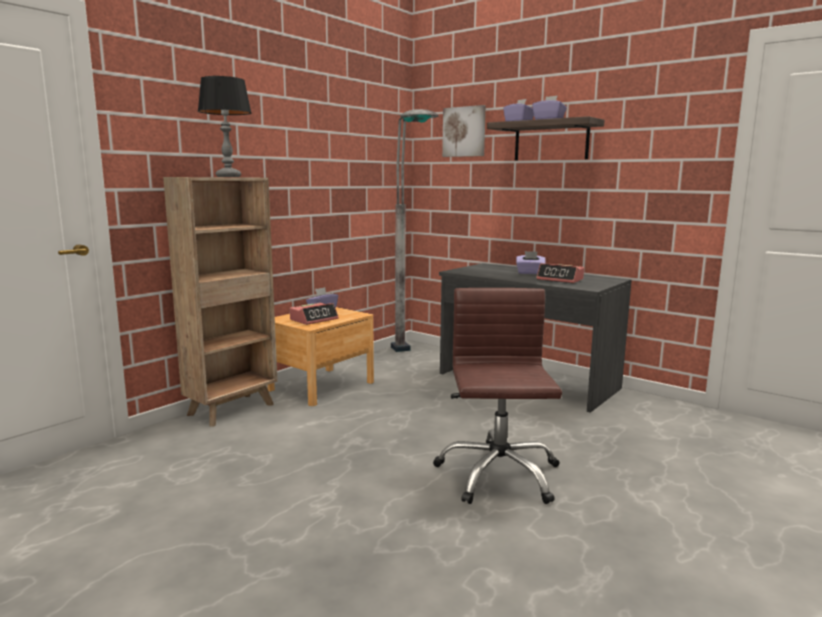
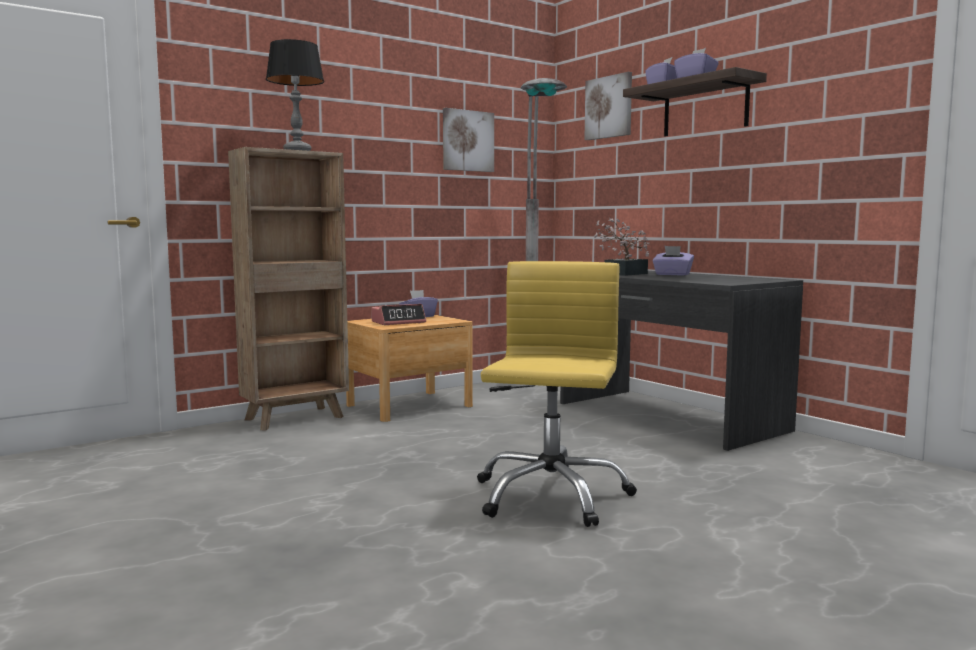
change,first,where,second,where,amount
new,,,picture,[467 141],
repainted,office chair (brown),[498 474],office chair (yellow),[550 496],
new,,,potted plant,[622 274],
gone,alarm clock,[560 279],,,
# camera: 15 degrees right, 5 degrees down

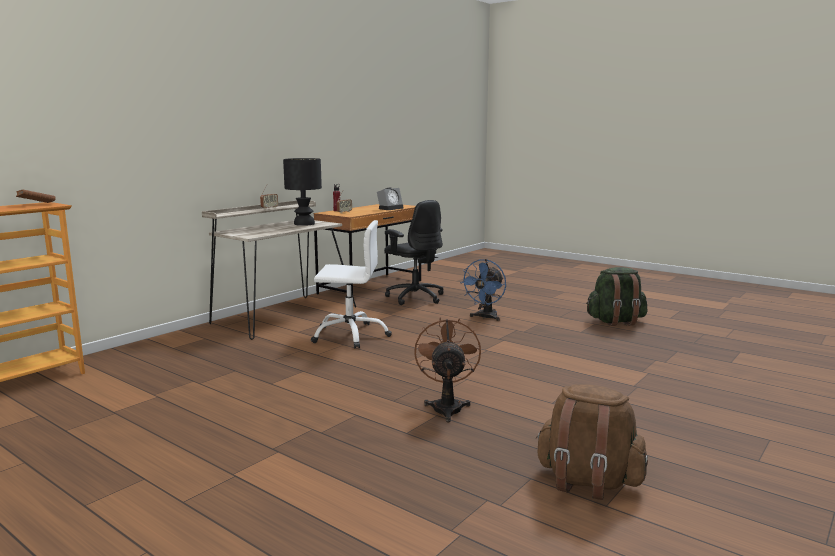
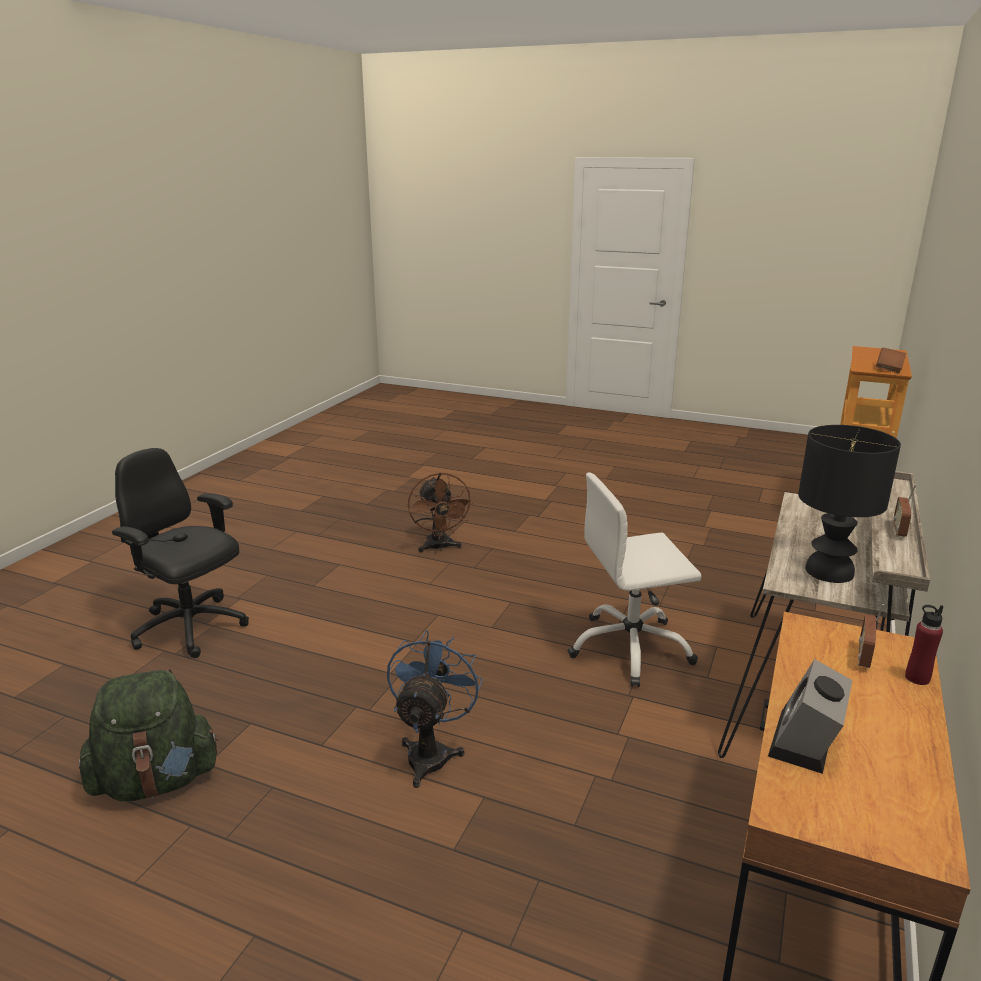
change,first,where,second,where,amount
shifted,office chair (black),[415 297],,[191 629],
gone,backpack (brown),[587 482],,,
# camera: 165 degrees right, 10 degrees up

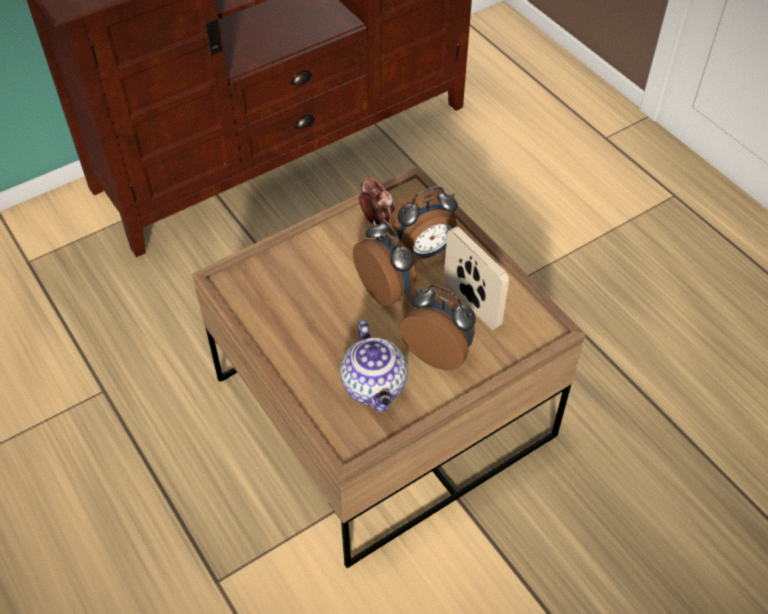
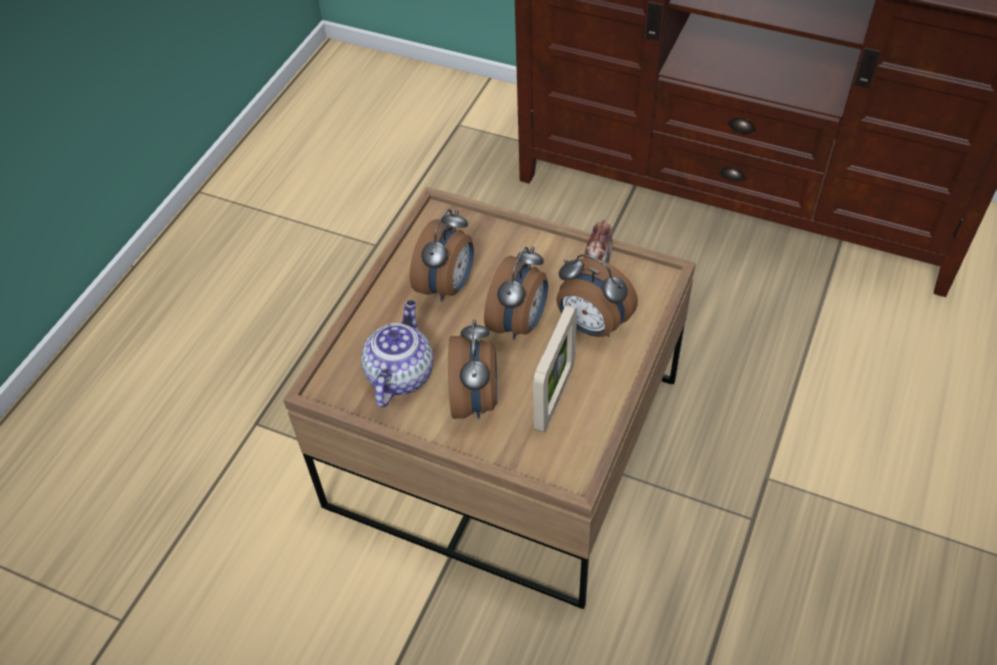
change,first,where,second,where,amount
rotated,teapot,[375 387],,[400 374],150 degrees clockwise
new,,,alarm clock,[447 286],
# camera: 60 degrees right, 0 degrees up

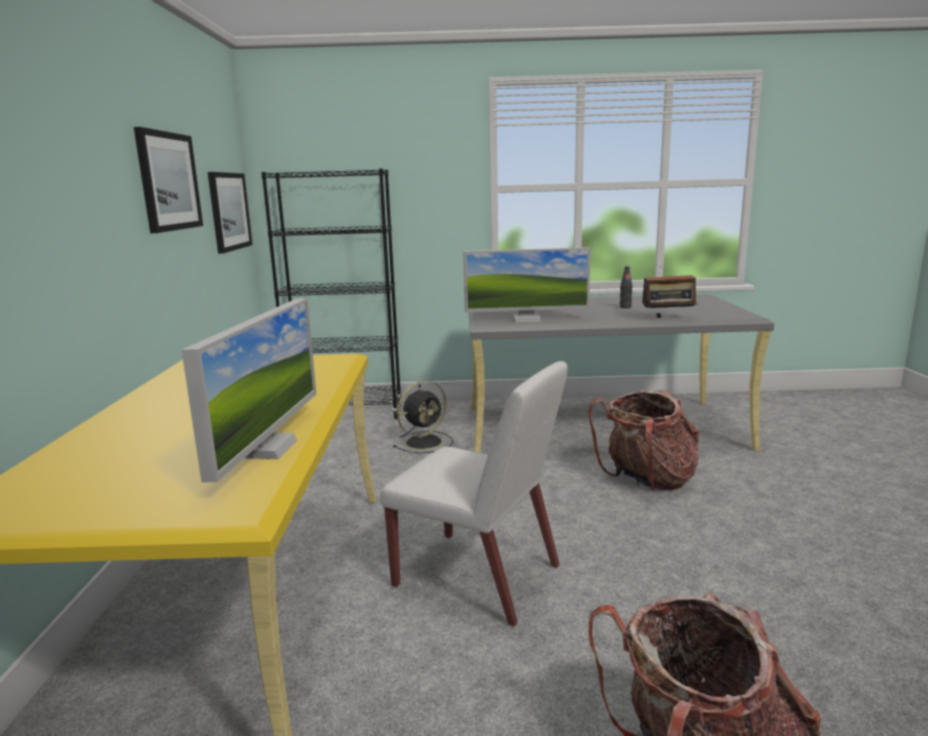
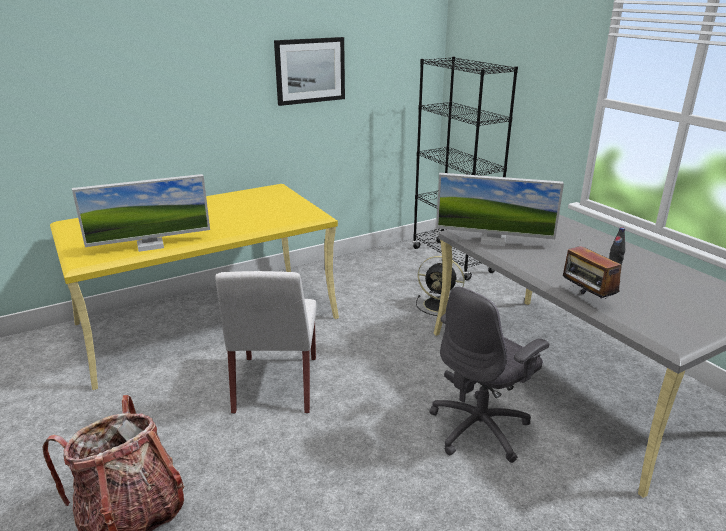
change,first,where,second,where,amount
swapped,backpack,[647 481],office chair (grey),[480 428],
rotated,monitor,[526 319],,[493 241],45 degrees counterclockwise
gone,picture,[229 211],,,
# camera: 60 degrees right, 10 degrees up

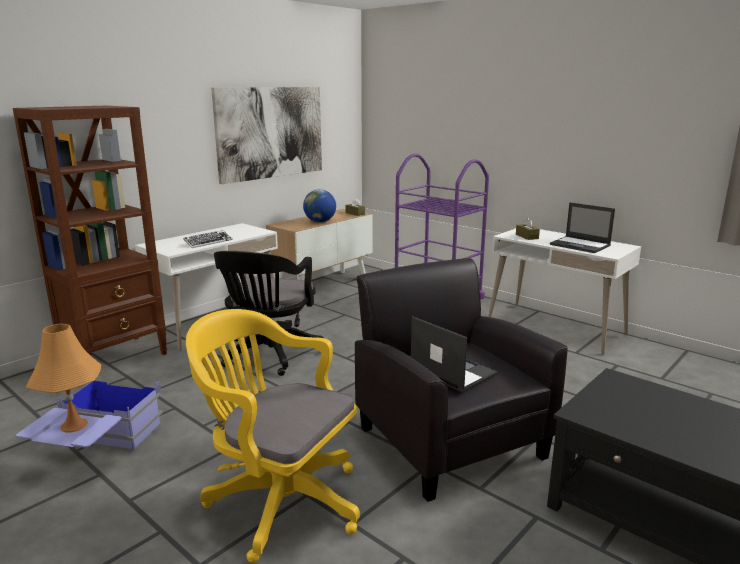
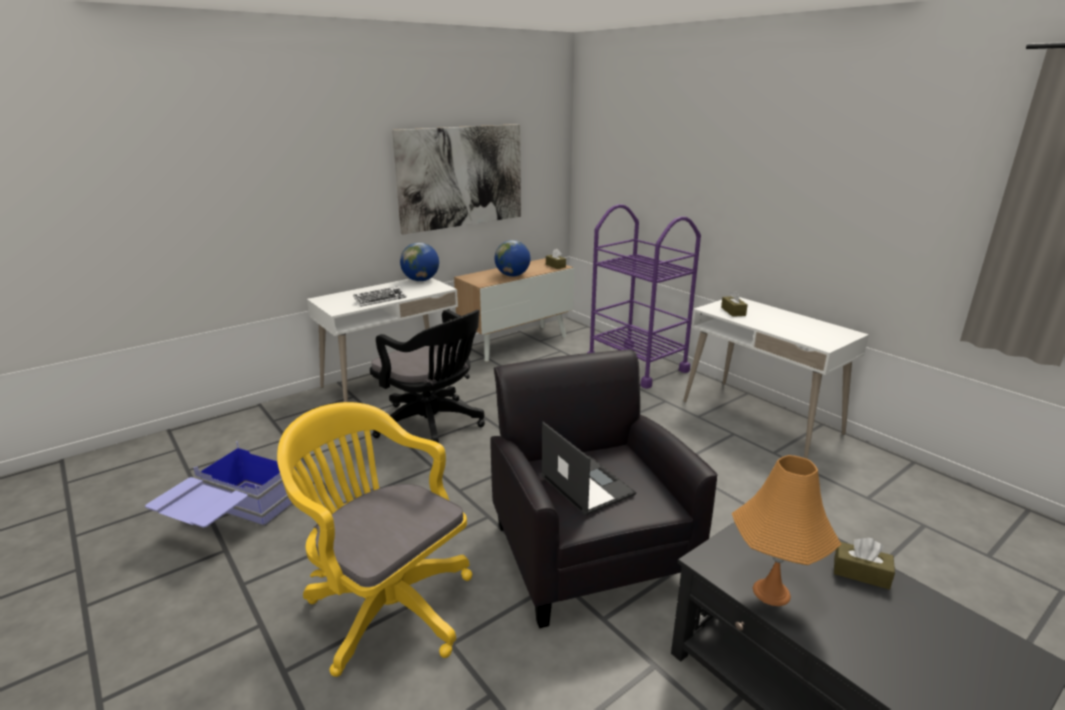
change,first,where,second,where,amount
rotated,office chair (black),[269 355],,[433 426],75 degrees counterclockwise
new,,,globe,[421 280],
shifted,table lamp (orange),[74 425],,[771 592],
new,,,tissue box (brown),[861 573],
gone,bookcase (brown),[116 357],,,
gone,laptop,[580 245],,,
# camera: 10 degrees right, 5 degrees up

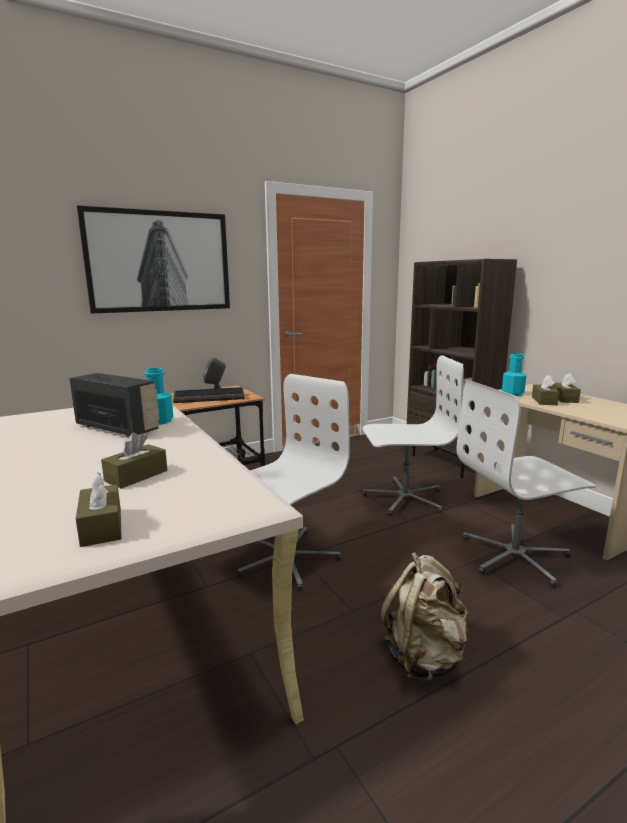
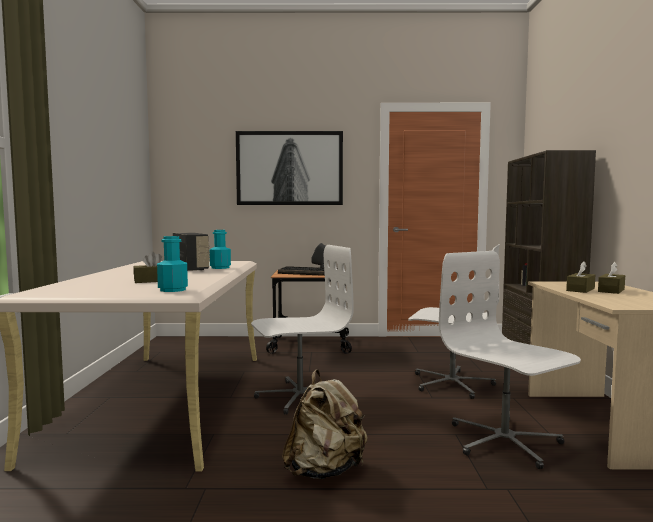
change,first,where,second,where,amount
shifted,bottle (turquoise),[512 393],,[173 290],
rotated,office chair (white),[515 556],,[504 441],45 degrees clockwise
gone,tissue box (brown),[101 527],,,
# camera: 30 degrees right, 10 degrees down

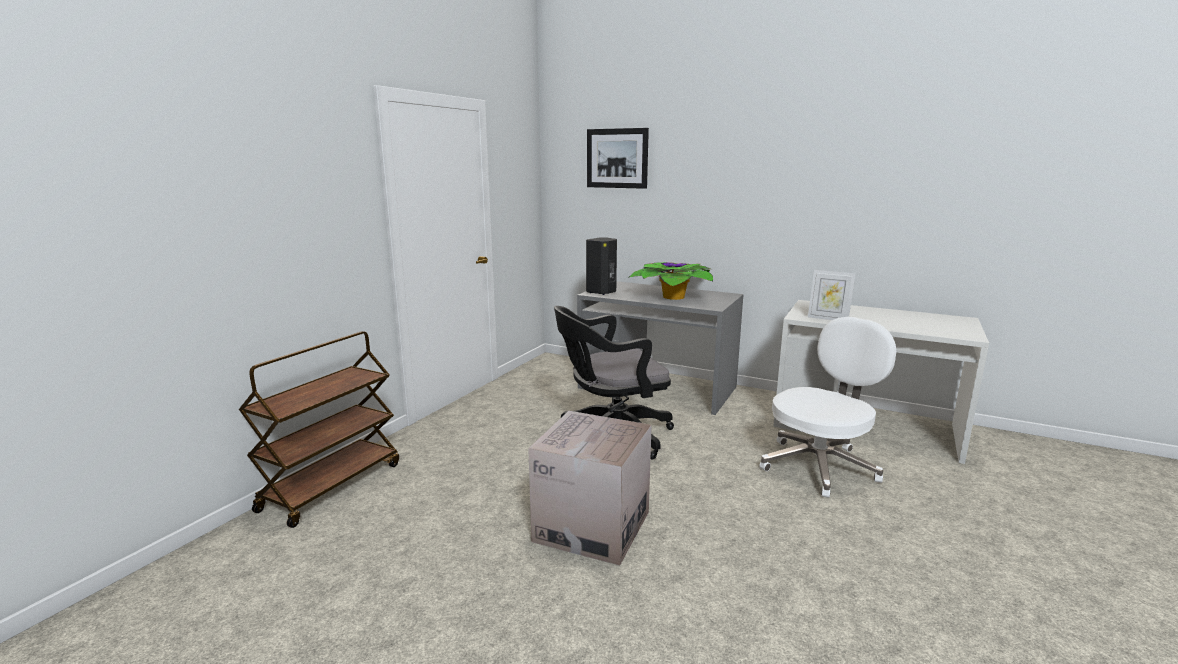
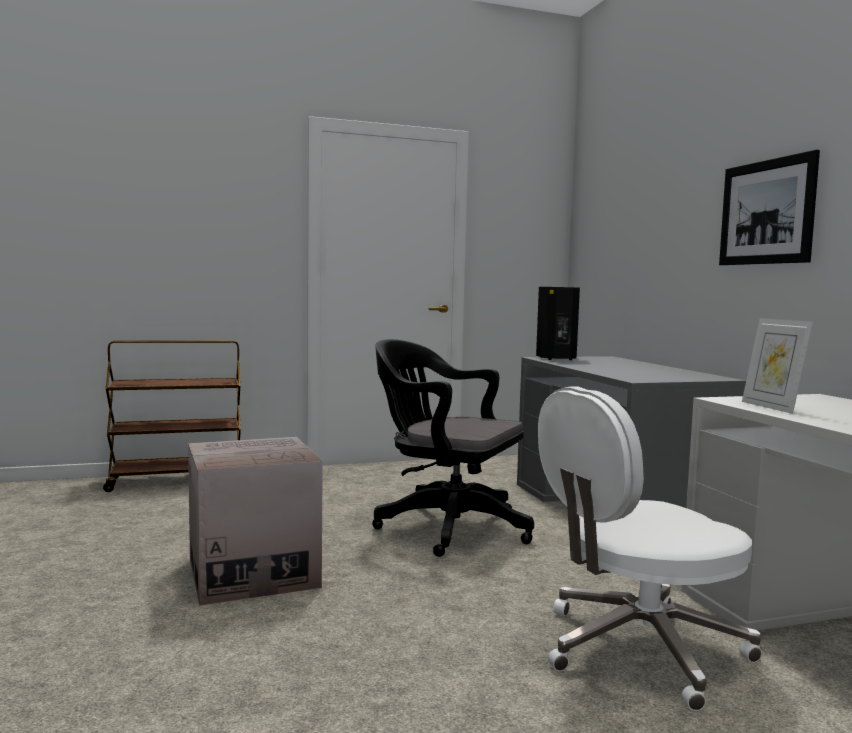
change,first,where,second,where,amount
rotated,office chair (white),[819 466],,[638 649],150 degrees clockwise
shifted,picture,[617 158],,[766 212],
gone,potted plant,[673 296],,,
# camera: 45 degrees right, 10 degrees down

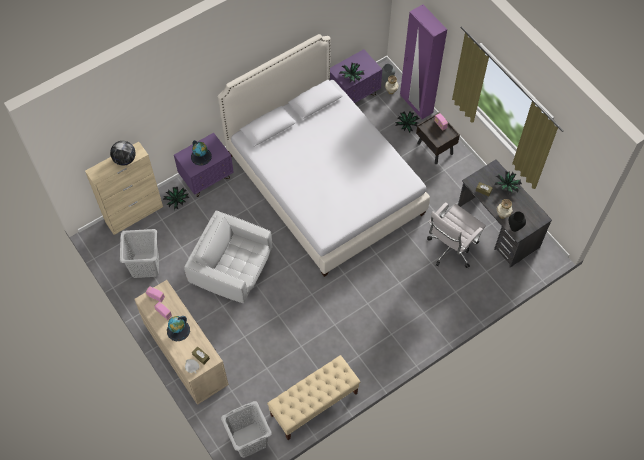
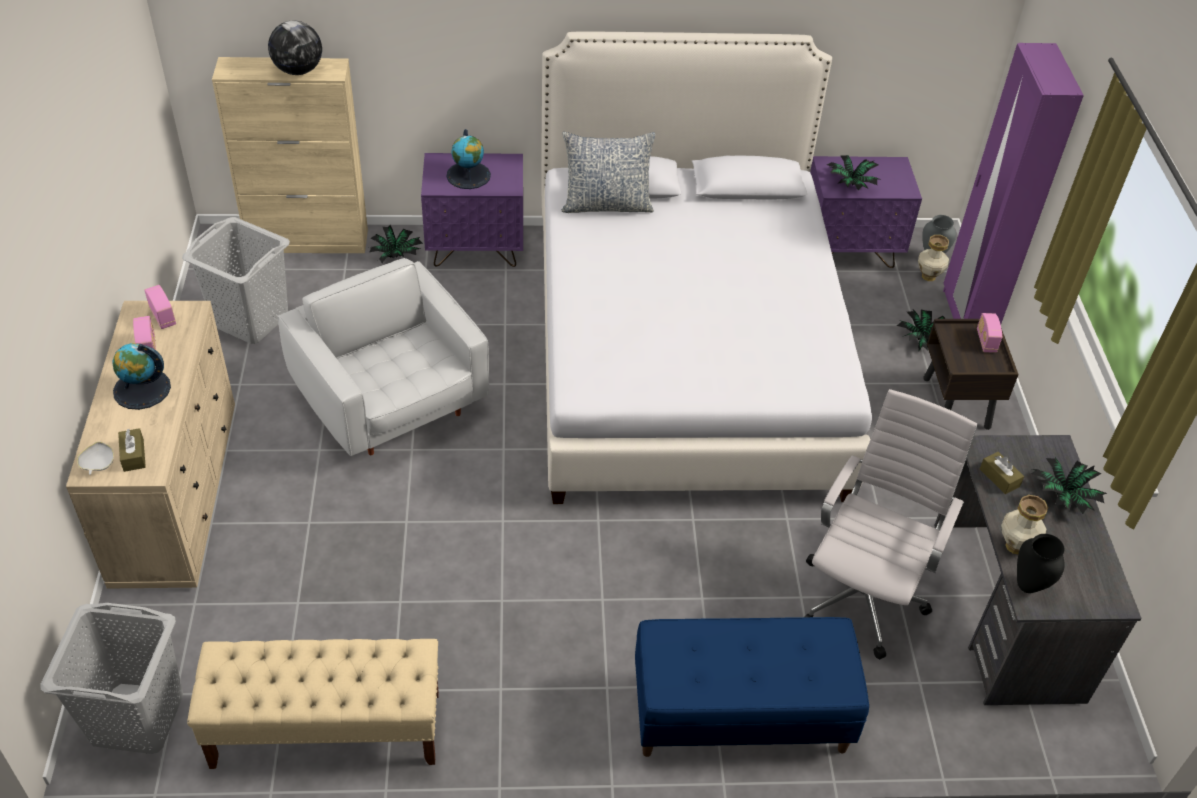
change,first,where,second,where,amount
new,,,pillow,[606 205],
new,,,bench (blue),[739 716],
rotated,office chair (white),[450 249],,[863 596],135 degrees clockwise
# camera: 30 degrees right, 15 degrees down

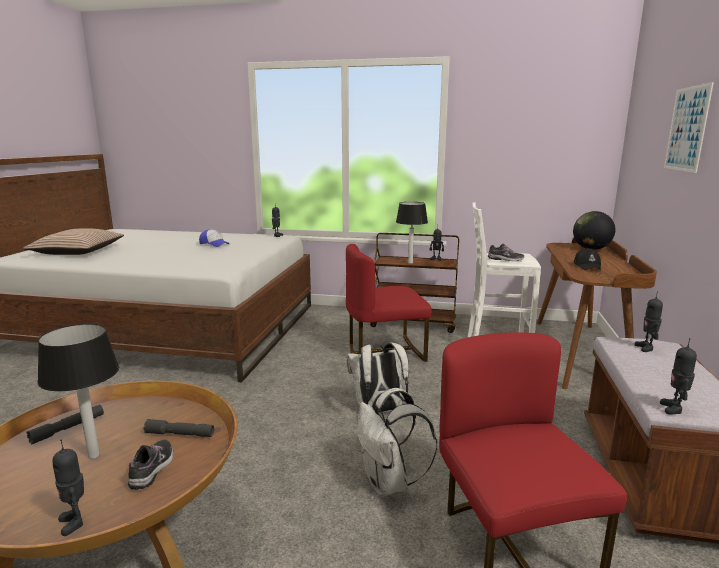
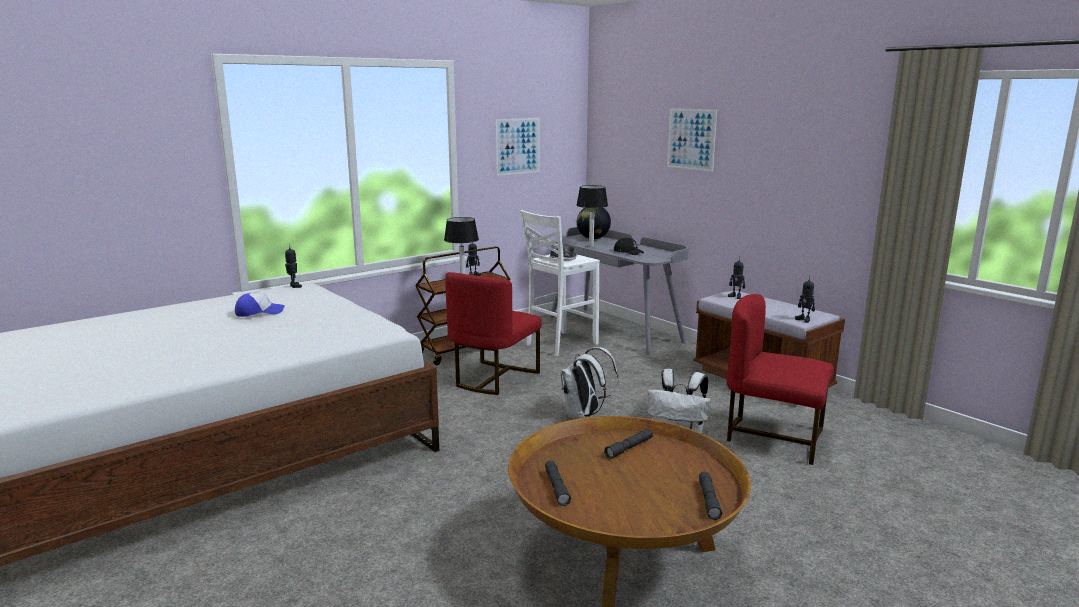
change,first,where,second,where,amount
new,,,picture,[517 146],
repainted,desk (brown),[580 353],desk (grey),[615 329],
shifted,table lamp,[93 455],,[591 246],
swapped,toy robot,[75 522],flashlight (grey),[708 500],
gone,pillow,[77 251],,,
gone,shoe,[152 469],,,
# camera: 50 degrees left, 0 degrees up

